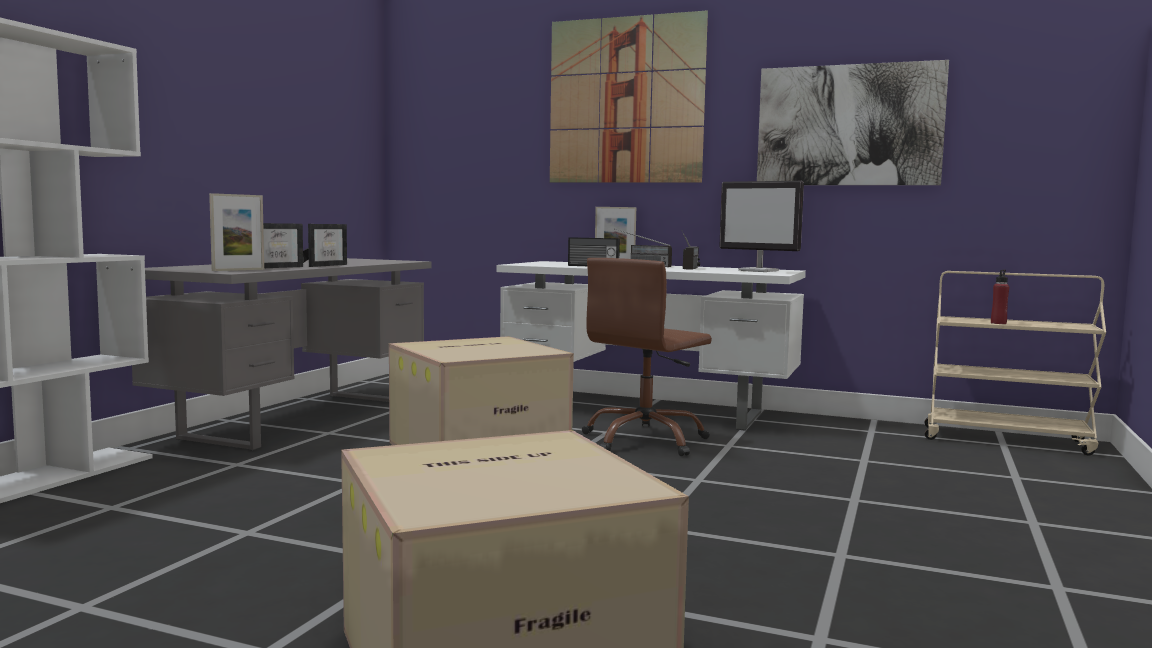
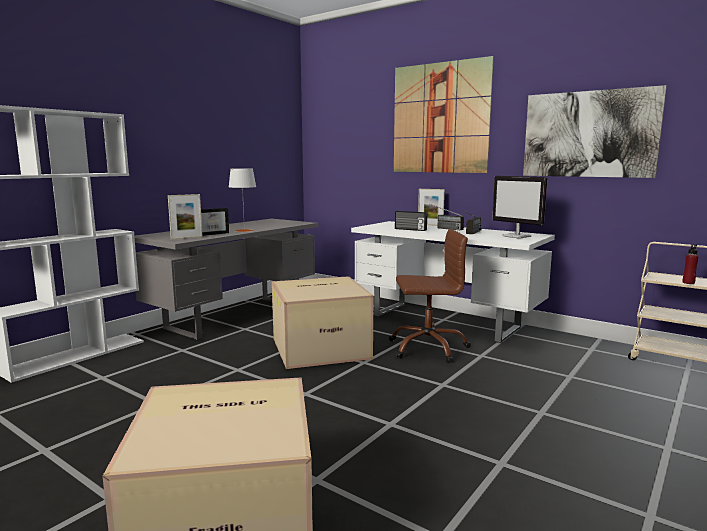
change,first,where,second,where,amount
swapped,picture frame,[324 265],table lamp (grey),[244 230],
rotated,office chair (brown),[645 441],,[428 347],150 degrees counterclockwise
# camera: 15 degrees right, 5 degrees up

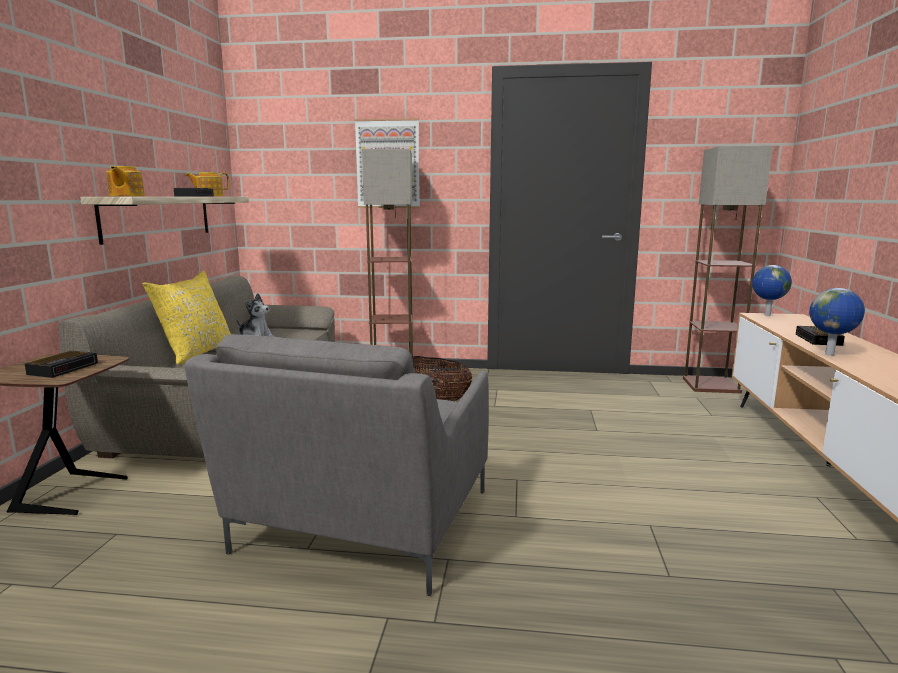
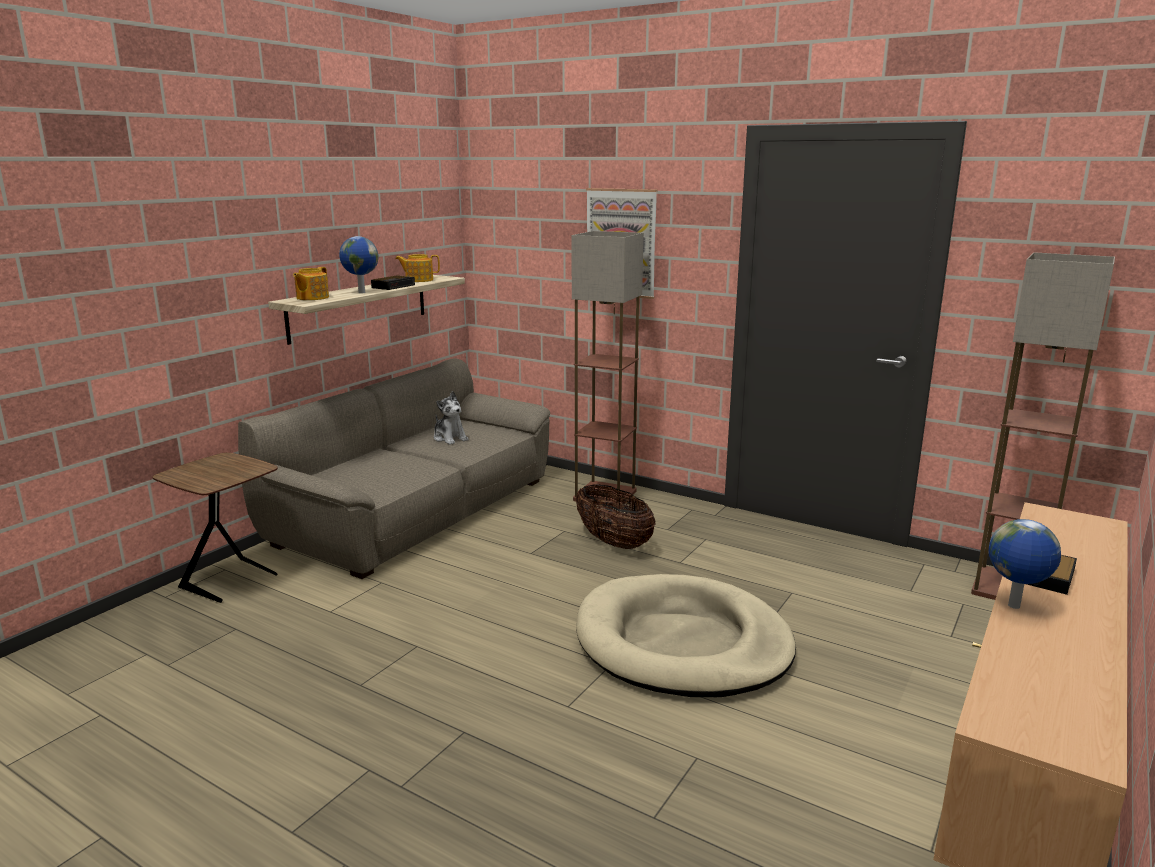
change,first,where,second,where,amount
shifted,globe,[766 315],,[361 292],
new,,,dog bed (beige),[682 643],
gone,alarm clock,[64 368],,,
gone,pillow (yellow),[197 352],,,
gone,armchair (grey),[361 525],,,
# camera: 25 degrees right, 5 degrees up

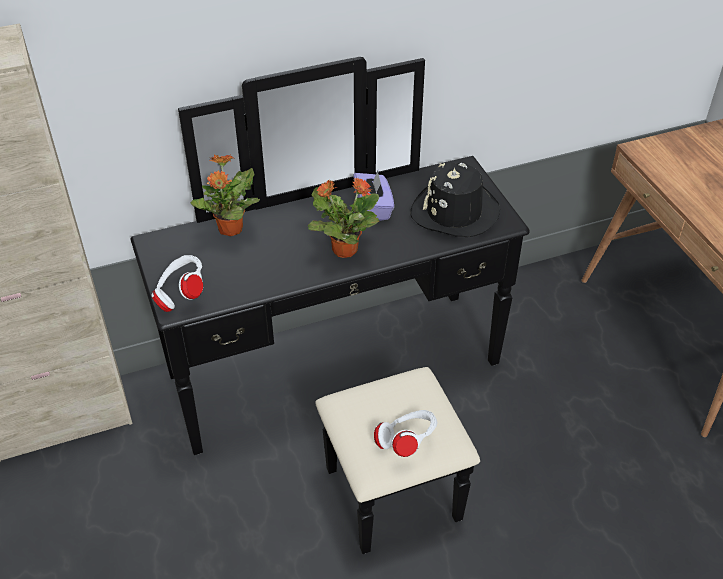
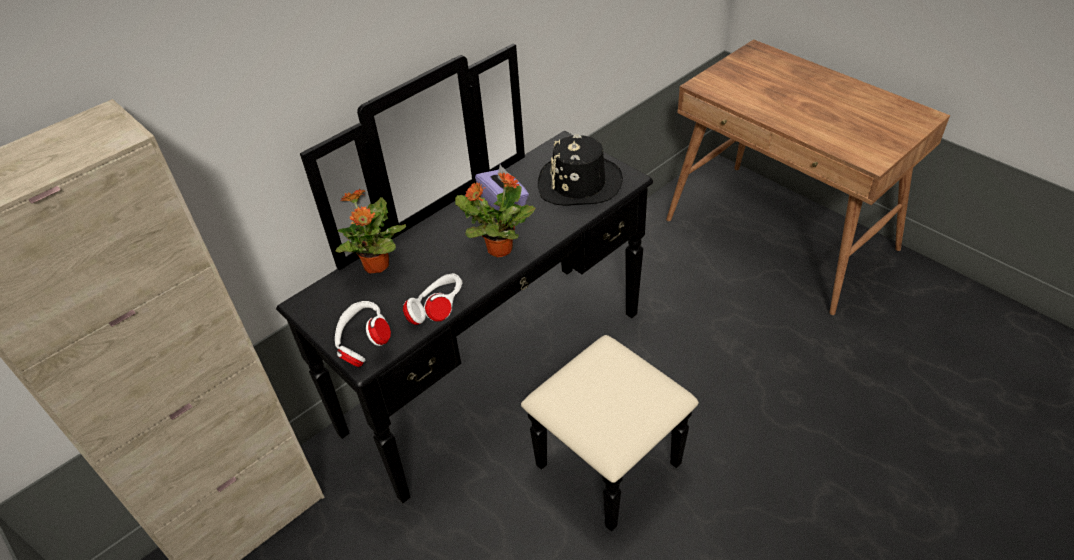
change,first,where,second,where,amount
shifted,headphones (white),[407 443],,[439 312],
# camera: 20 degrees left, 0 degrees up

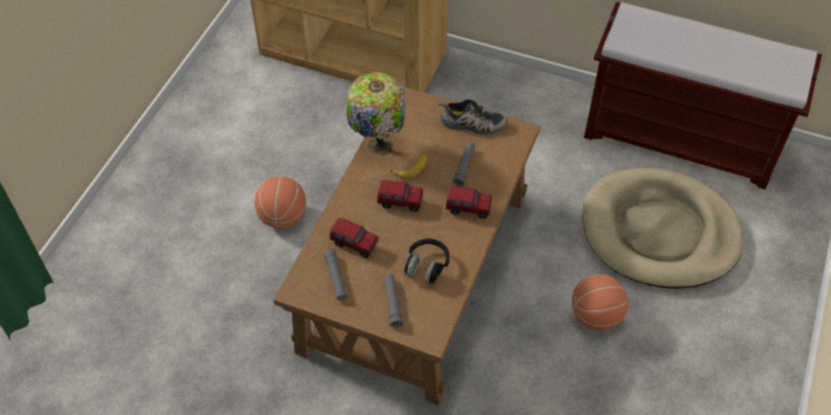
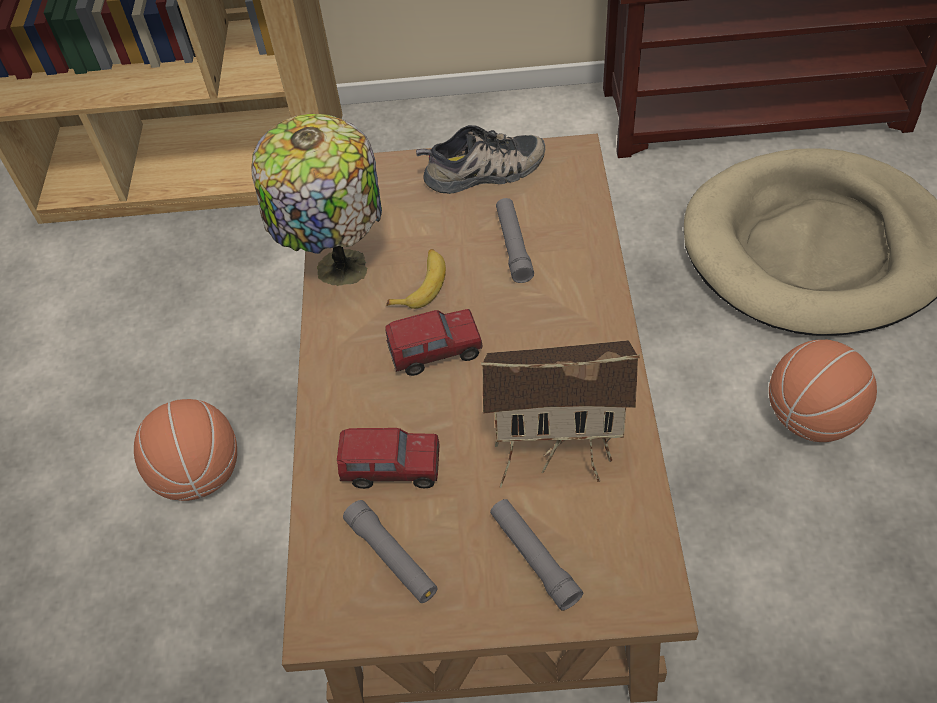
change,first,where,second,where,amount
swapped,headphones (black),[426 267],toy house,[556 454],
gone,toy truck,[468 209],,,
# camera: 20 degrees left, 0 degrees up

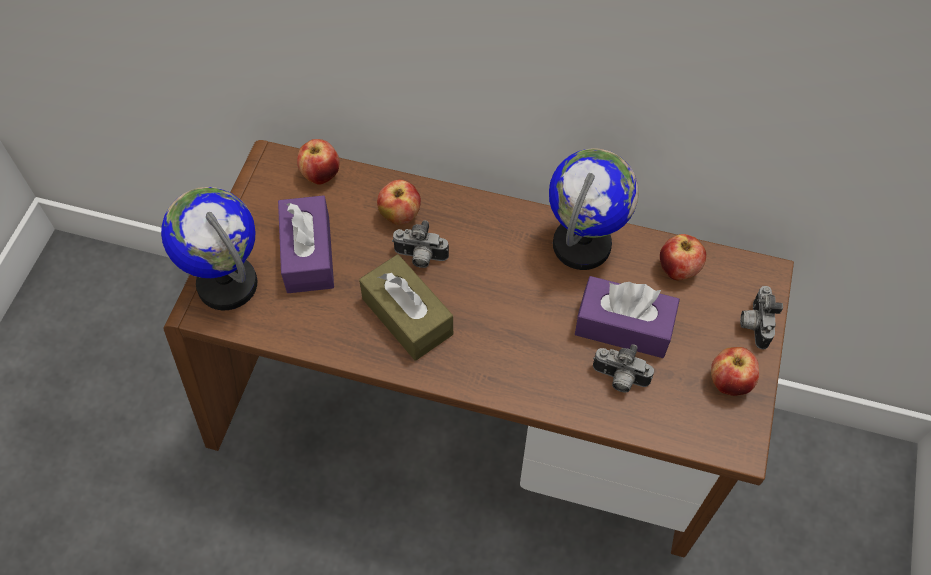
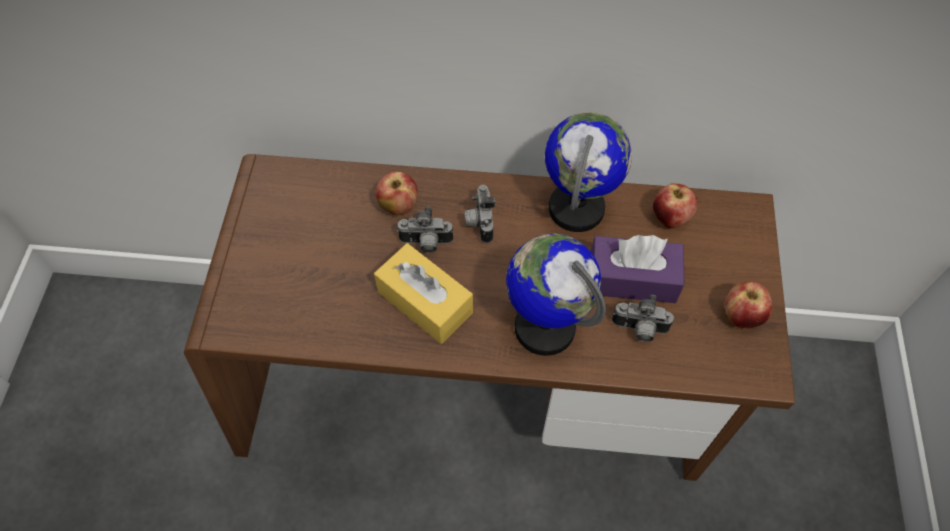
change,first,where,second,where,amount
repainted,tissue box (brown),[407 316],tissue box (yellow),[425 302],
shifted,photo camera,[753 324],,[479 222],
shifted,globe,[228 283],,[544 327],
gone,tissue box (purple),[308 254],,,
gone,apple,[321 175],,,
# camera: 10 degrees left, 0 degrees up

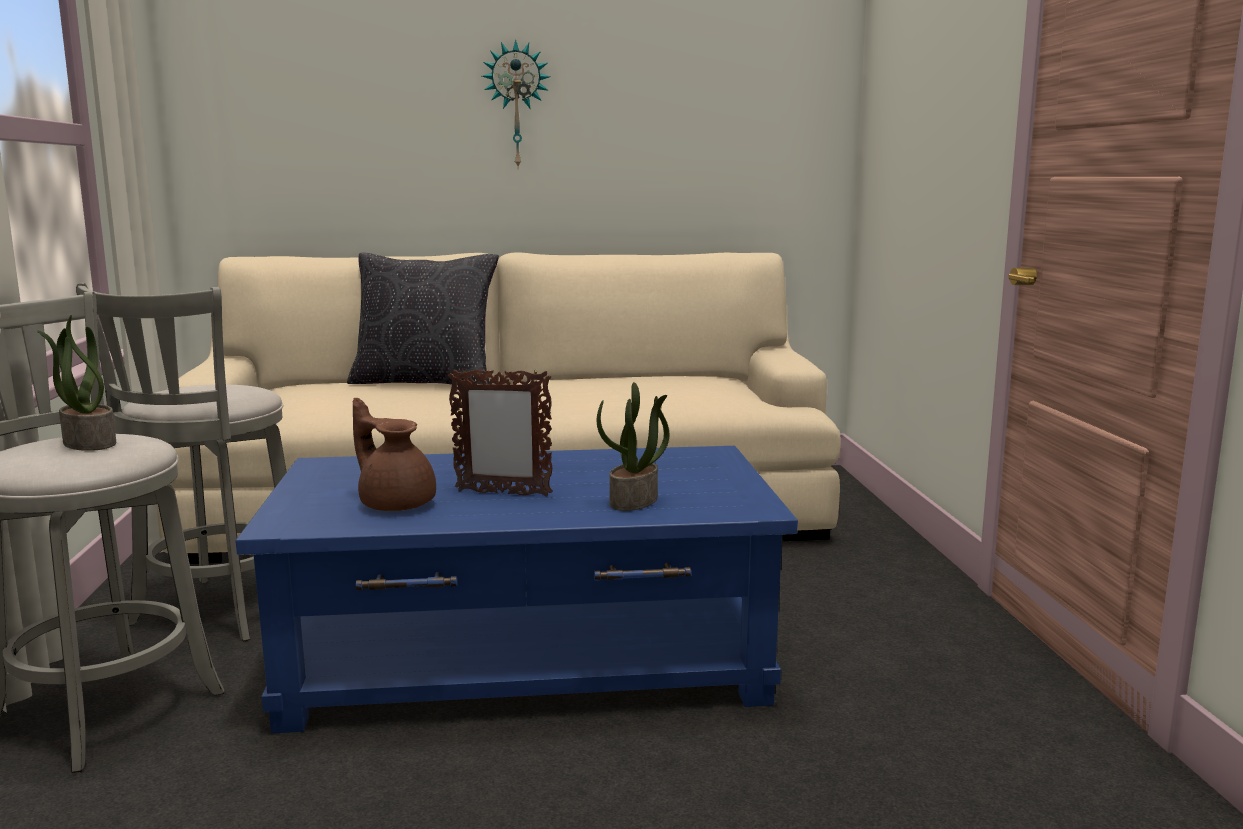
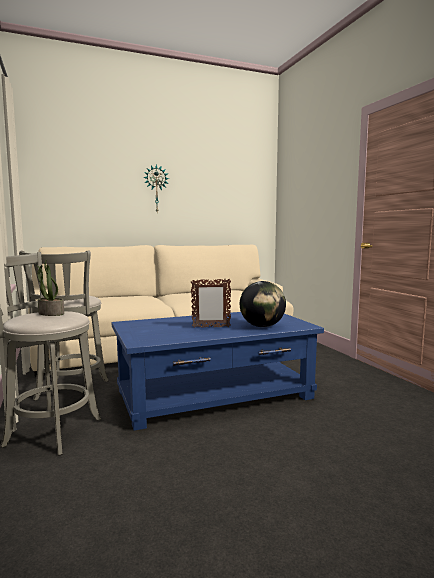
change,first,where,second,where,amount
swapped,potted plant,[634 501],globe,[262 326],
gone,pillow (black),[425 382],,,
gone,teapot (brown),[395 504],,,
# camera: 15 degrees left, 5 degrees down

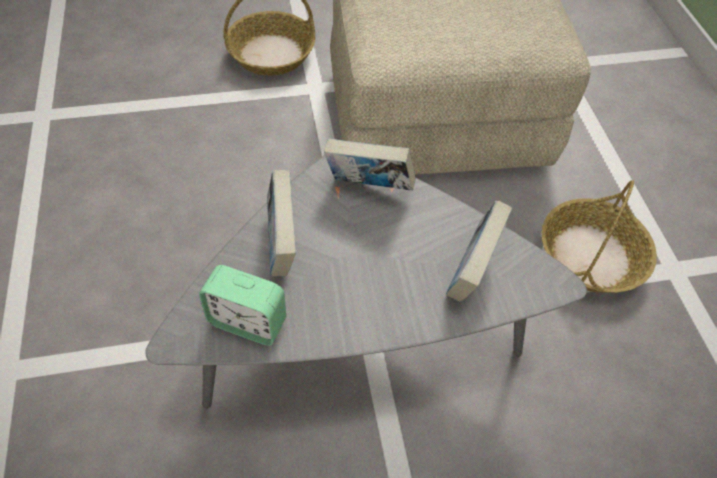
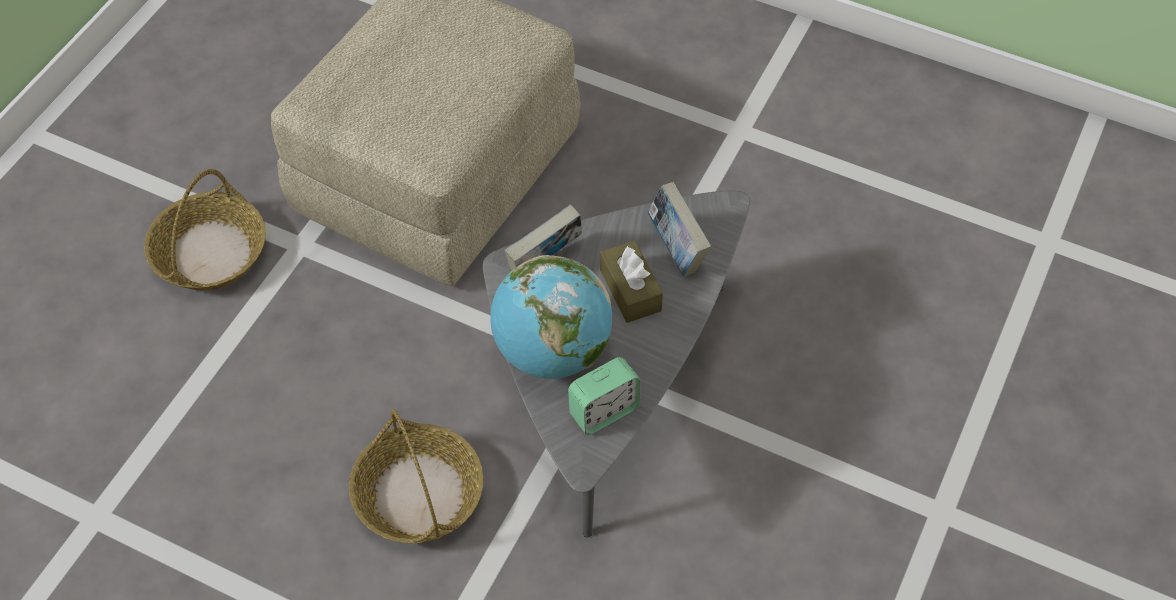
change,first,where,second,where,amount
shifted,basket,[590 255],,[418 494],
swapped,book,[282 245],globe,[552 352],
new,,,tissue box (brown),[630 290],
# camera: 50 degrees left, 0 degrees up

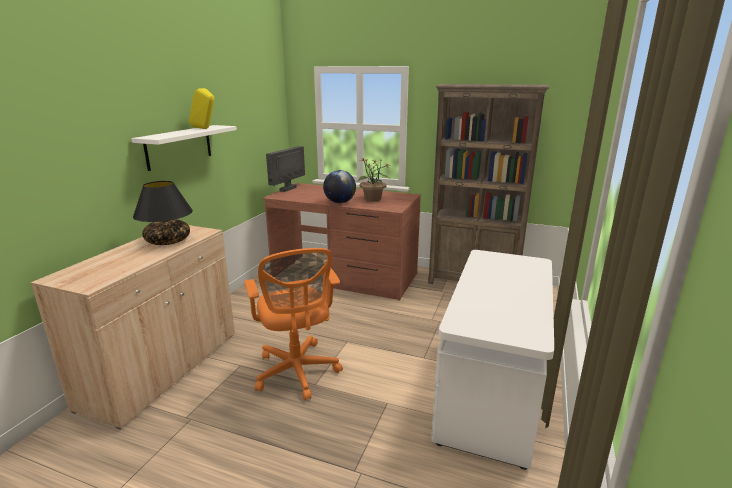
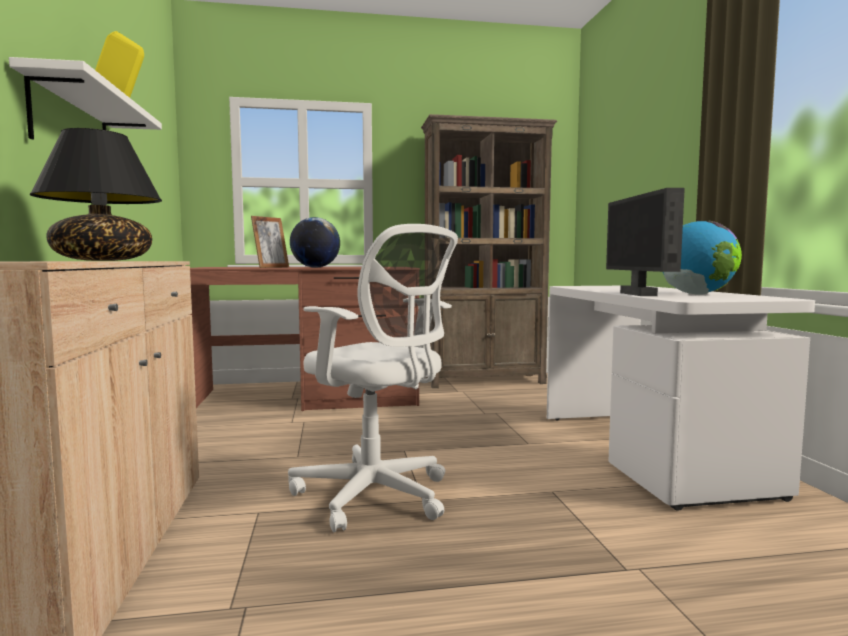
change,first,where,second,where,amount
new,,,picture frame,[271 267],
repainted,office chair (orange),[297 373],office chair (white),[377 496],
shifted,monitor,[288 189],,[640 294],
new,,,globe,[697 294],
gone,potted plant,[373 199],,,
# camera: 30 degrees left, 15 degrees down

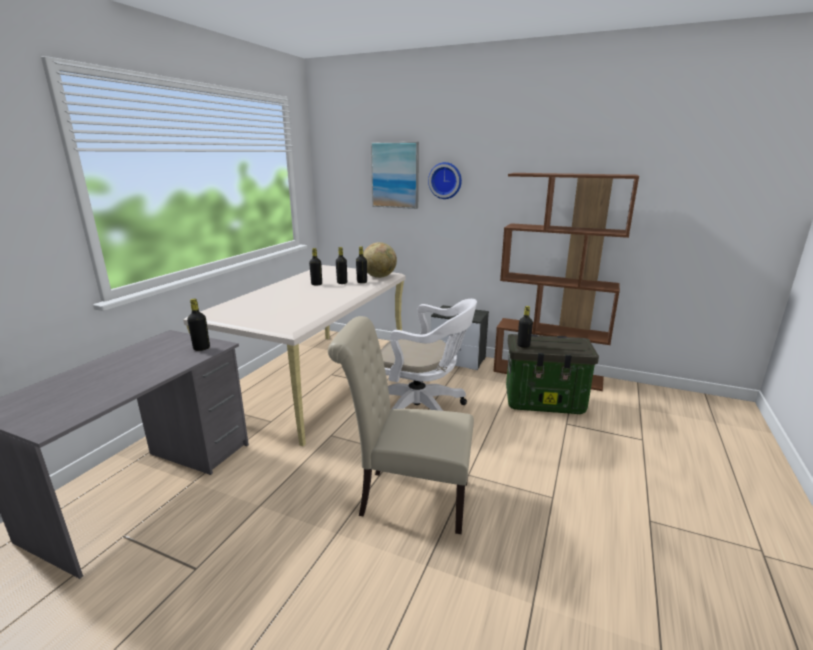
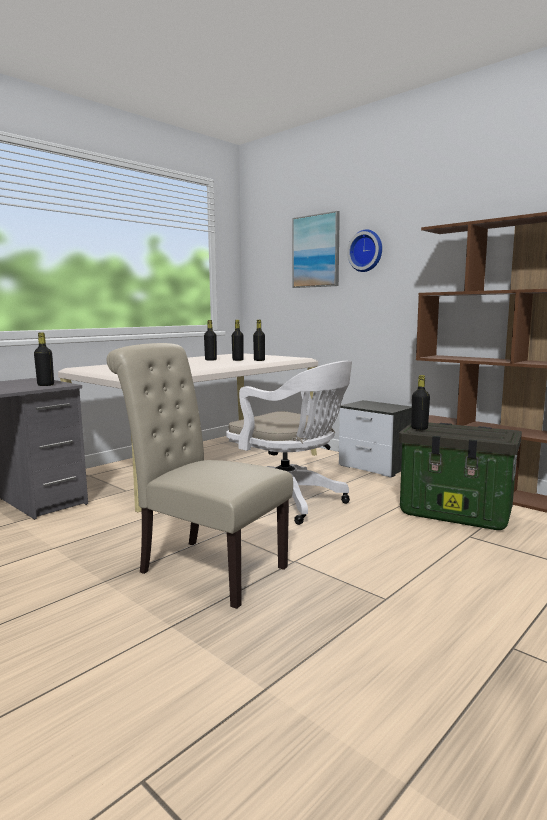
change,first,where,second,where,amount
gone,globe,[379 277],,,
# camera: 20 degrees right, 10 degrees down

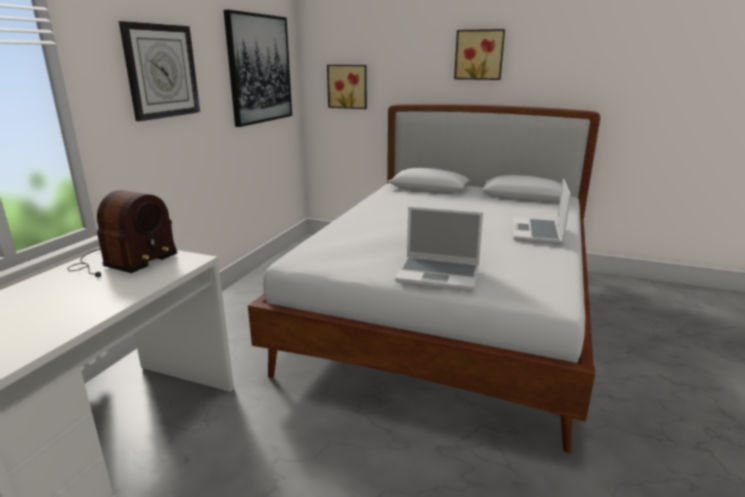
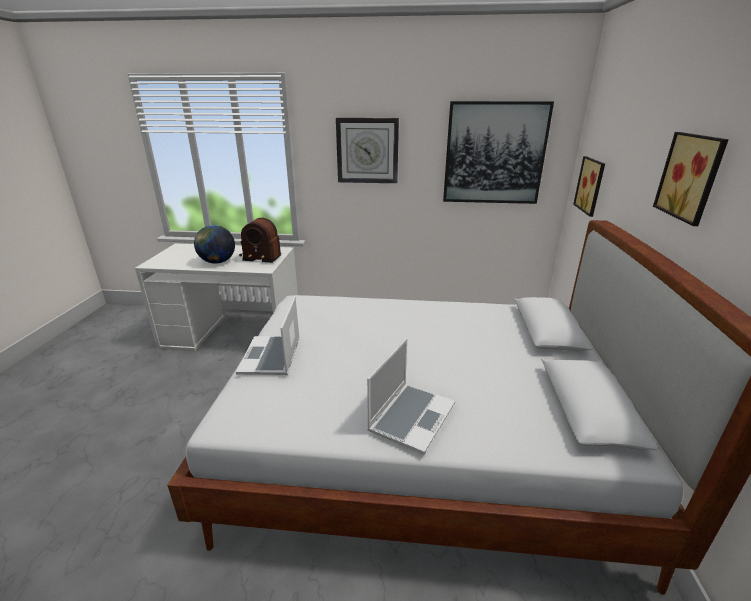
change,first,where,second,where,amount
new,,,globe,[217 262],
rotated,laptop,[538 233],,[411 417],120 degrees clockwise
# camera: 75 degrees right, 5 degrees up

